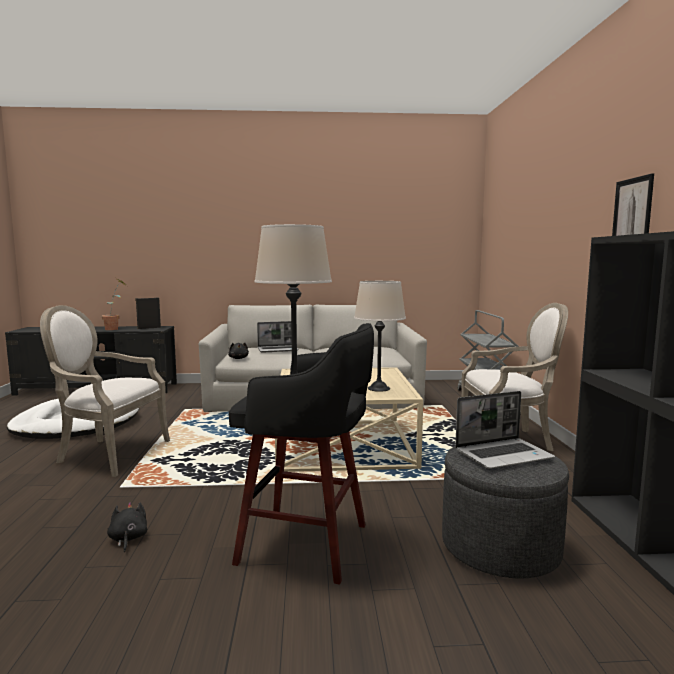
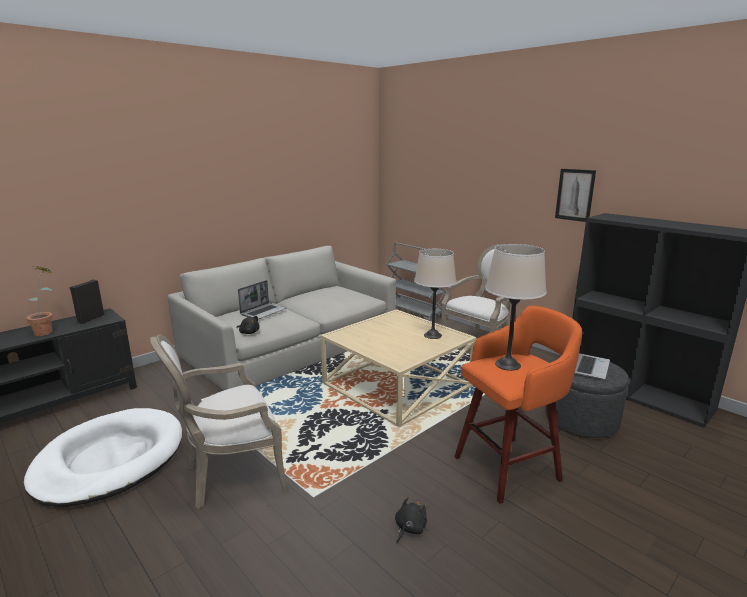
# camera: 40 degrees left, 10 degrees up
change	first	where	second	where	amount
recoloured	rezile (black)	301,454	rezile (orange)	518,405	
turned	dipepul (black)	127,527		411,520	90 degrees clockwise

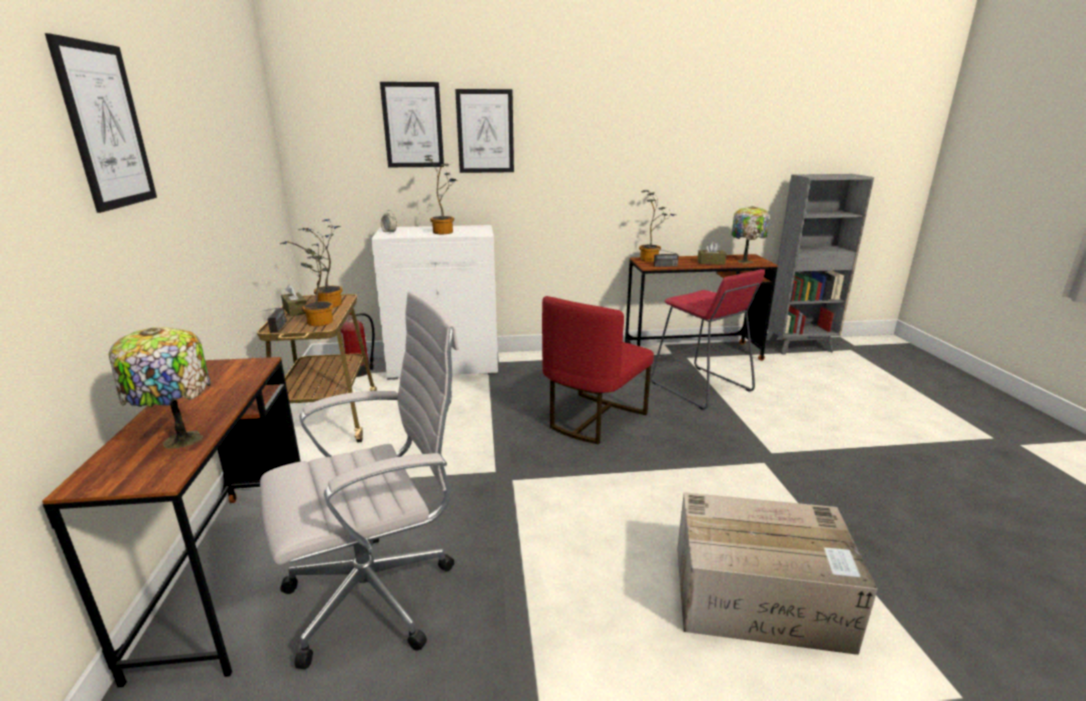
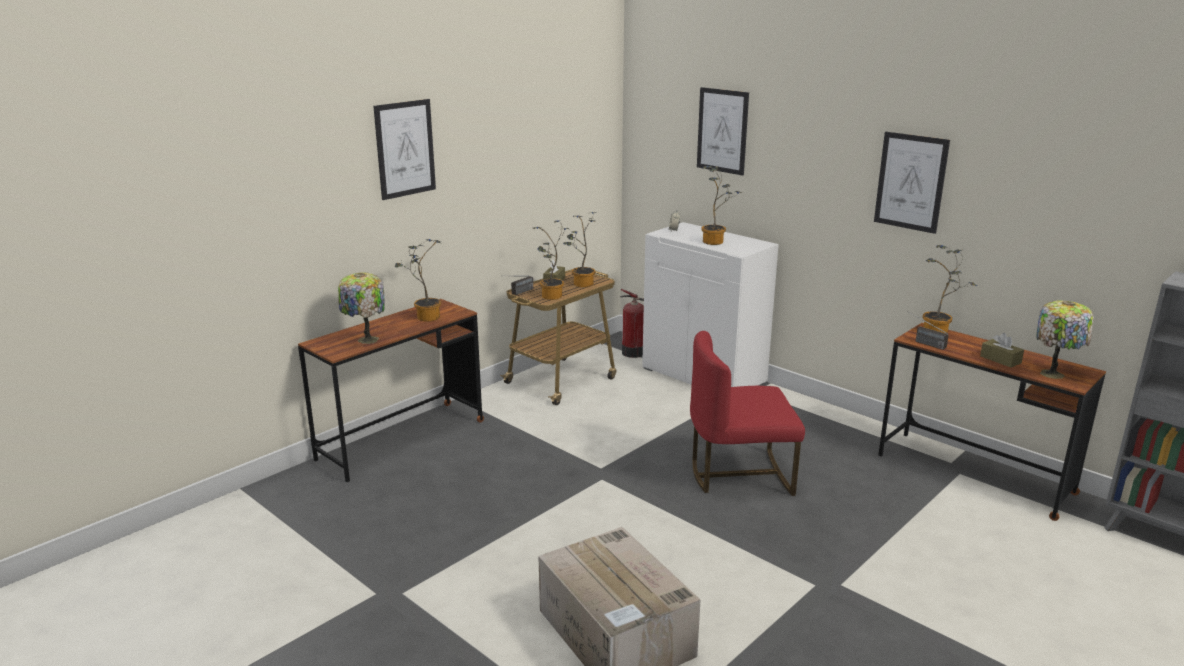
# camera: 50 degrees right, 0 degrees up
change	first	where	second	where	amount
removed	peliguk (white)	359,480			
removed	rezile (red)	708,339			
added			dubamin	417,280	
moved	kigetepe	484,131		912,183	

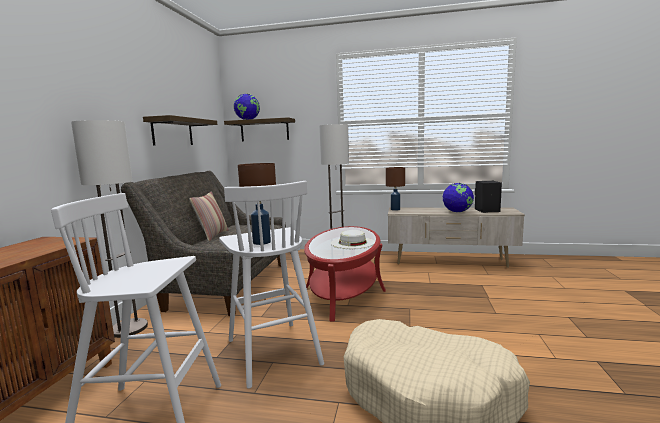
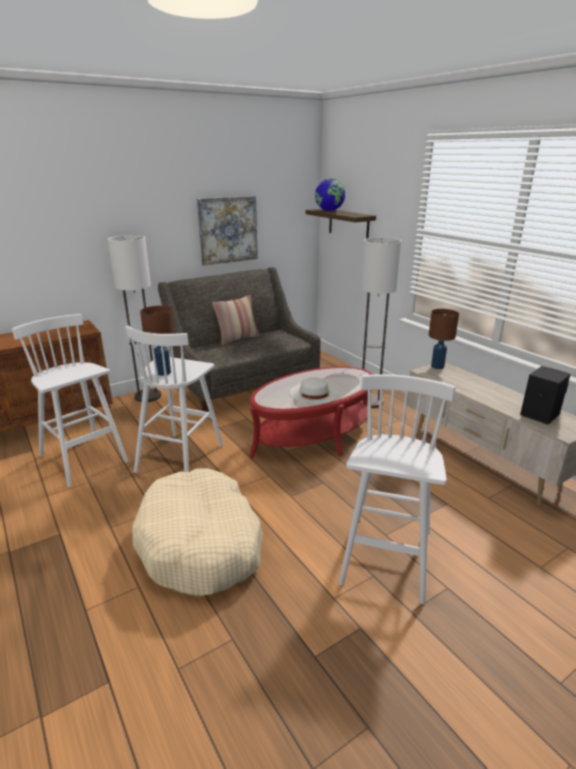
# camera: 45 degrees right, 15 degrees up
change	first	where	second	where	amount
removed	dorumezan	458,197			
added			rezile (white)	397,489	
replaced	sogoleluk	180,130	kigetepe	227,231	

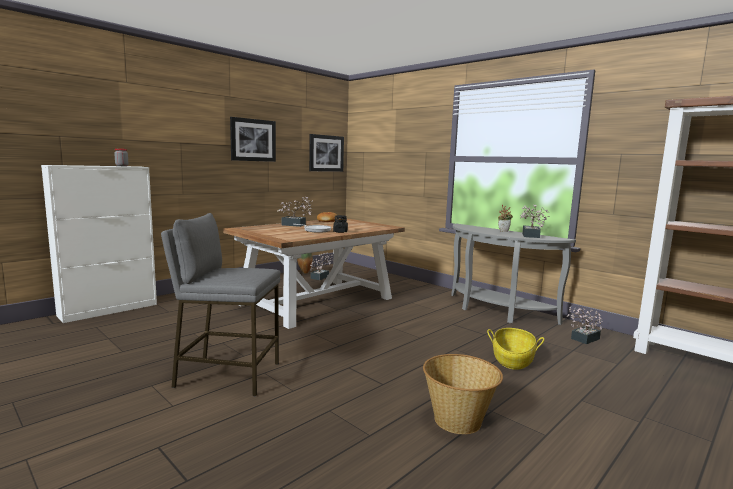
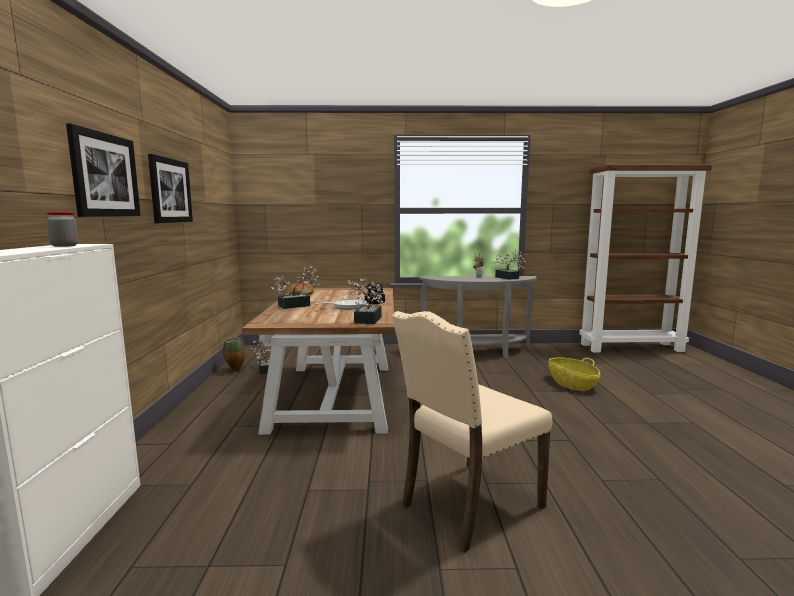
# camera: 45 degrees left, 0 degrees up
change	first	where	second	where	amount
removed	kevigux	463,394			
moved	kigetepe	326,153		103,170	
moved	dubamin	585,325		366,301	
replaced	rezile (grey)	221,304	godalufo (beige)	472,432	

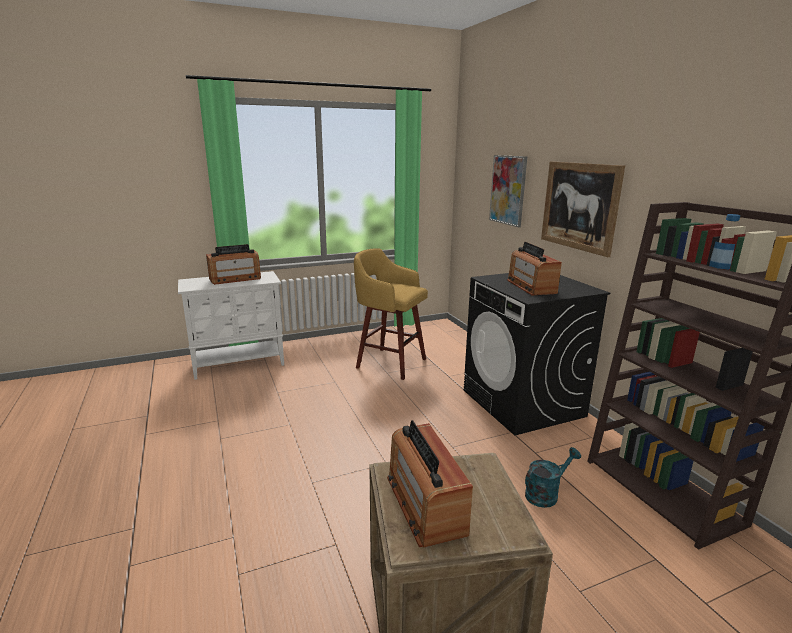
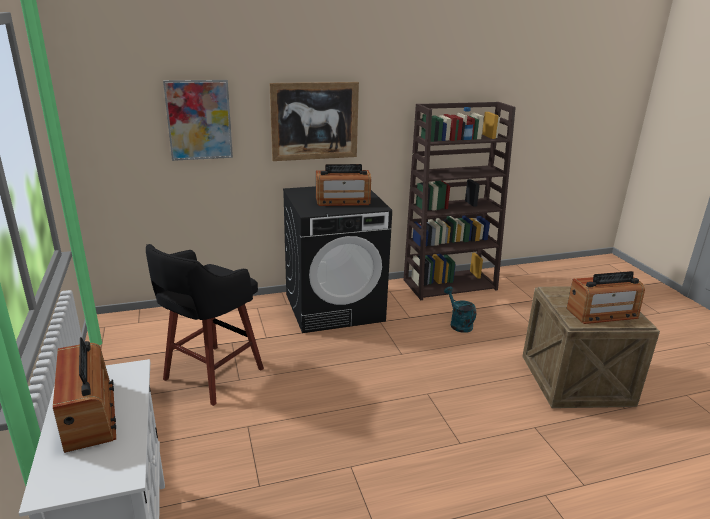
# camera: 85 degrees left, 5 degrees up
change	first	where	second	where	amount
recoloured	rezile (yellow)	391,314	rezile (black)	205,325	

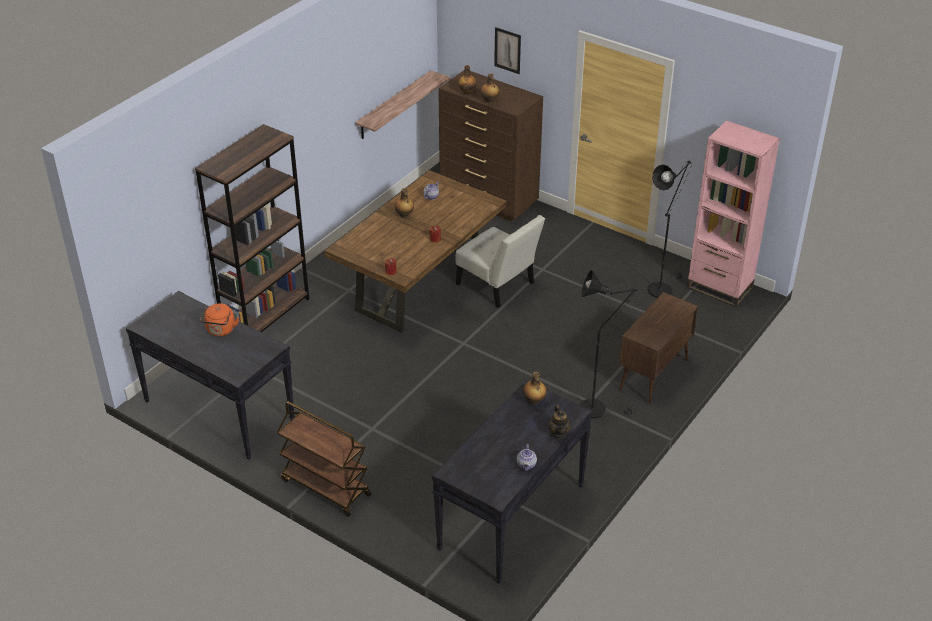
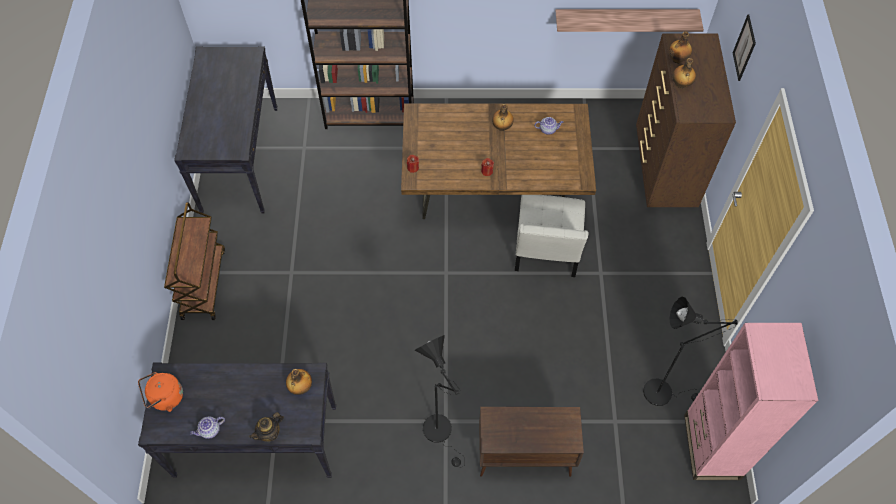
# camera: 55 degrees right, 20 degrees up
change	first	where	second	where	amount
moved	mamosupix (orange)	219,319		160,392	

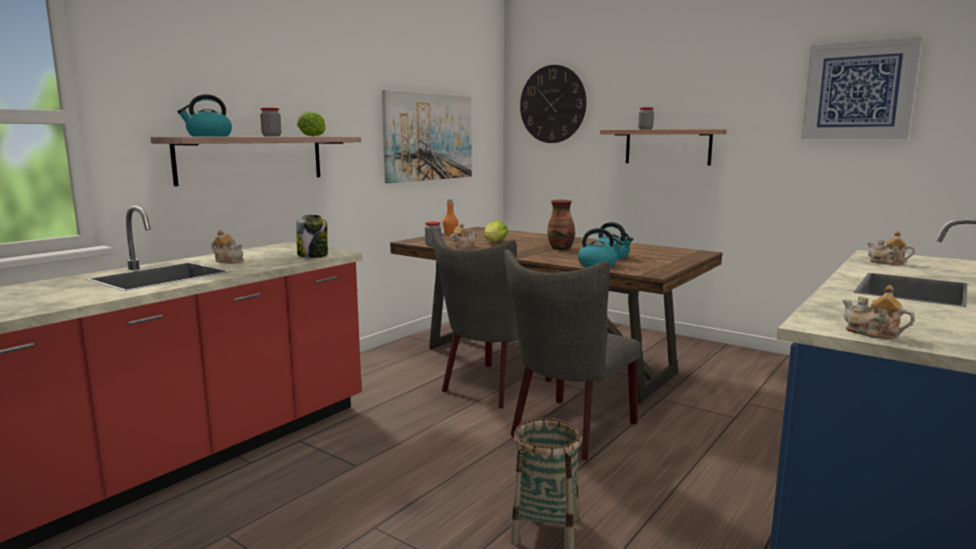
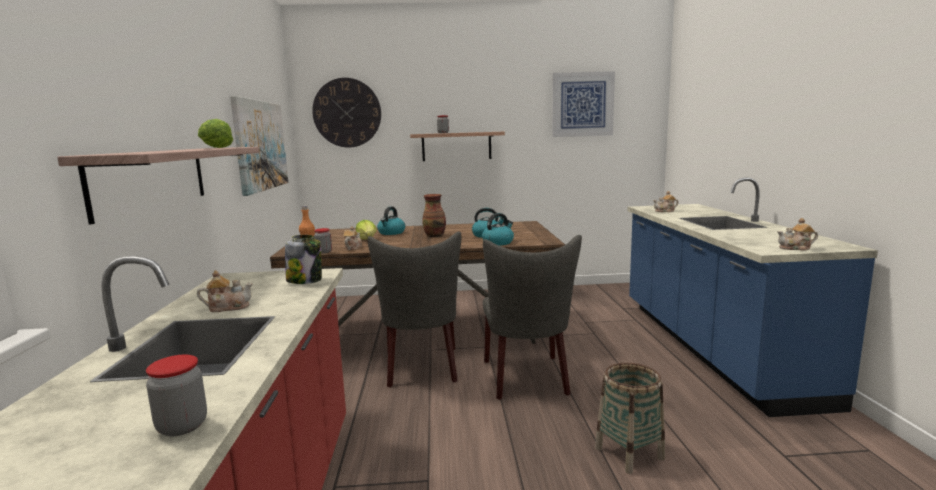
# camera: 40 degrees left, 0 degrees up
change	first	where	second	where	amount
moved	mamosupix	204,115		391,221	
moved	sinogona	270,122		176,395	

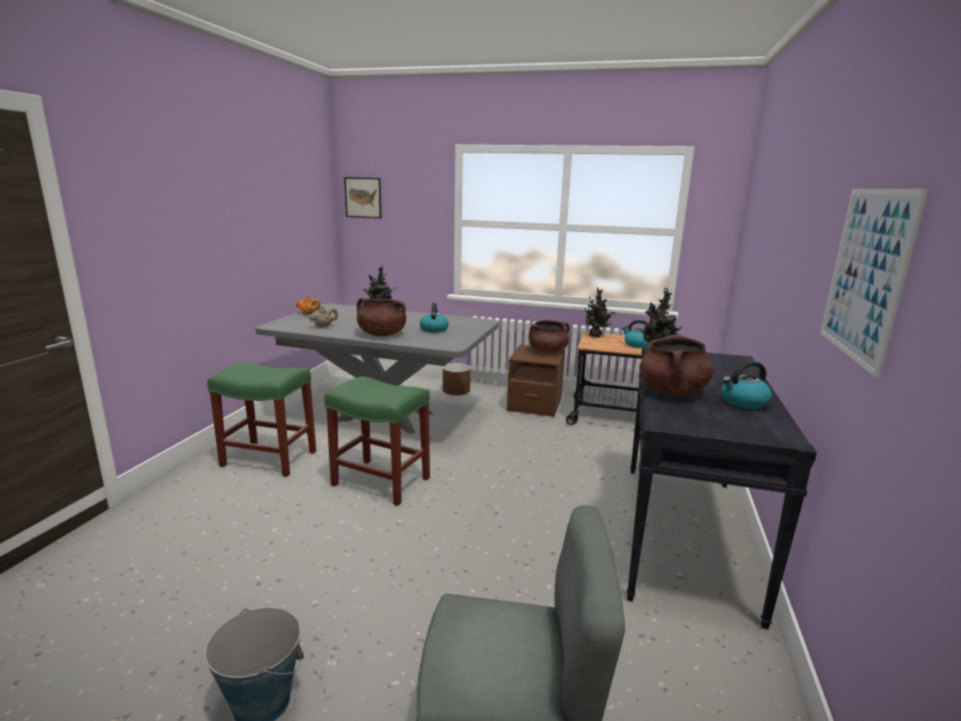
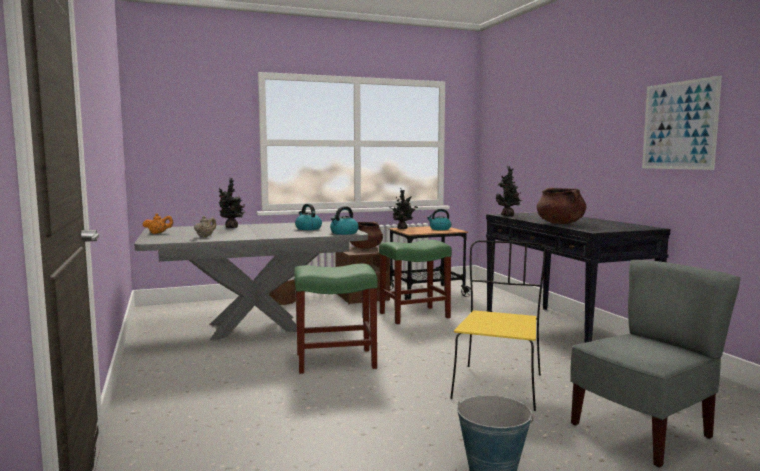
# camera: 35 degrees left, 10 degrees down
change	first	where	second	where	amount
removed	kigetepe	363,197			
removed	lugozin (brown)	381,317			
added			godalufo (yellow)	498,325	
moved	rezile (green)	261,419		415,282	
moved	mamosupix	747,385		344,220	

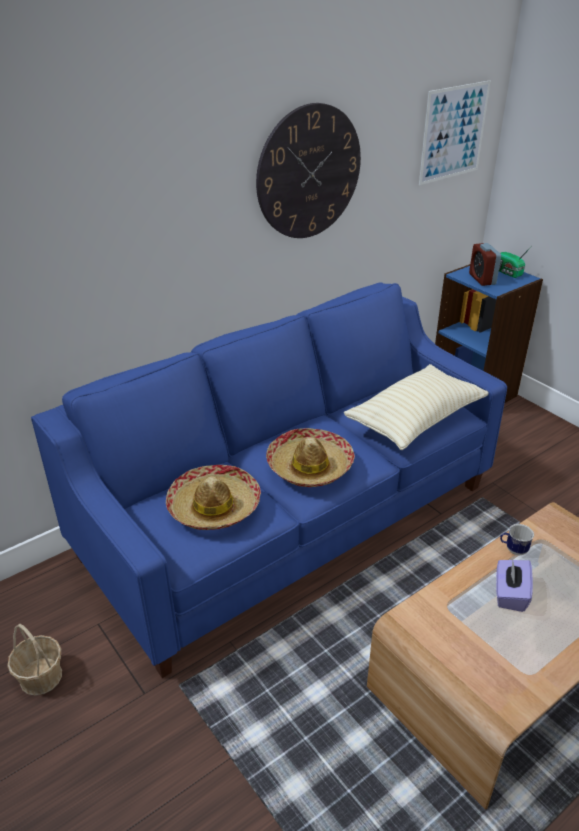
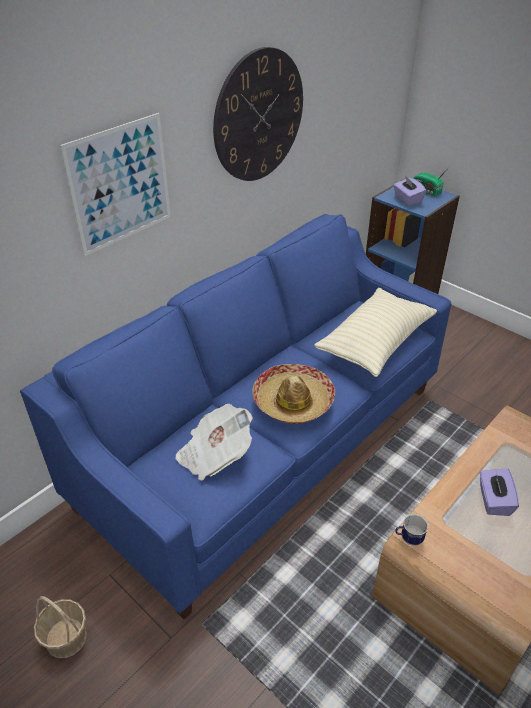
# camera: 10 degrees left, 5 degrees up
change	first	where	second	where	amount
moved	kigetepe	455,132		115,184	
moved	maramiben	517,539		412,530	
replaced	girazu	213,497	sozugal	214,442	
replaced	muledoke	485,264	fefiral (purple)	409,191	

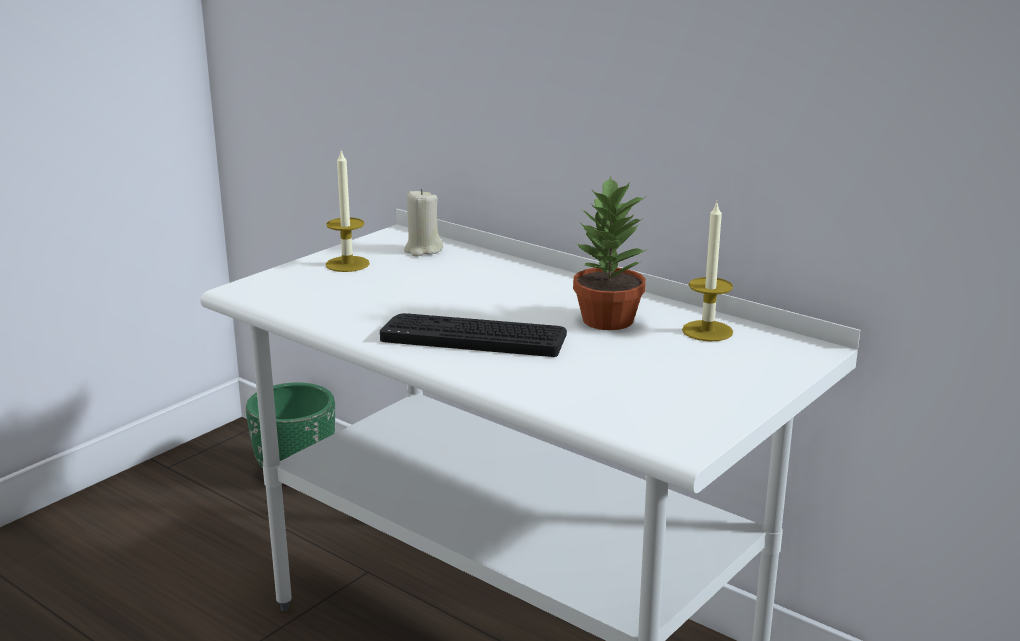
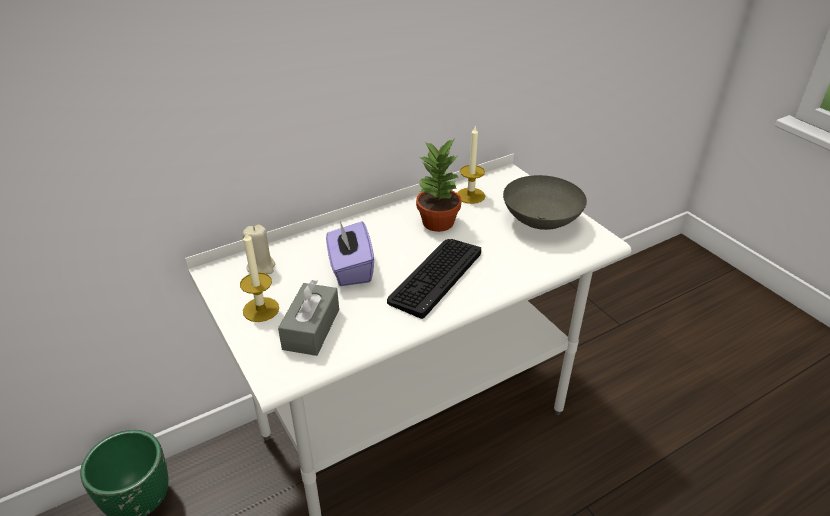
# camera: 70 degrees left, 15 degrees up
change	first	where	second	where	amount
added			fefiral (grey)	308,318	
added			fefiral (purple)	350,253	
added			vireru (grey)	545,202	

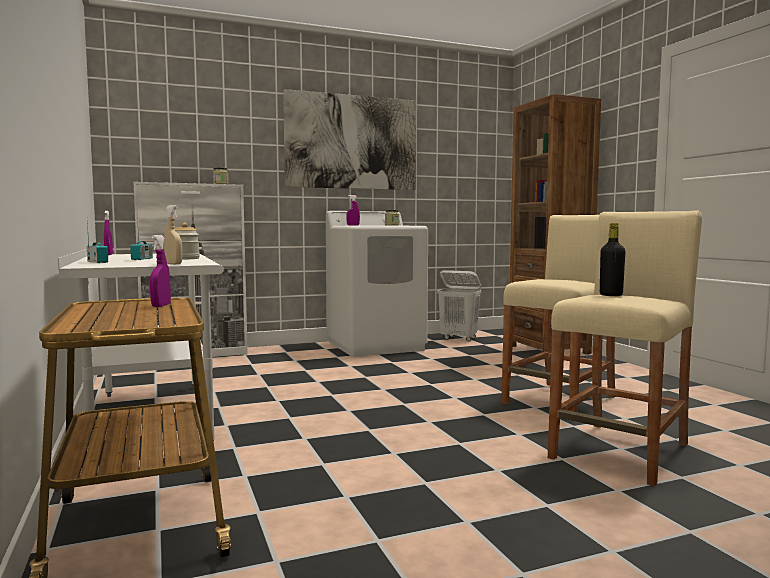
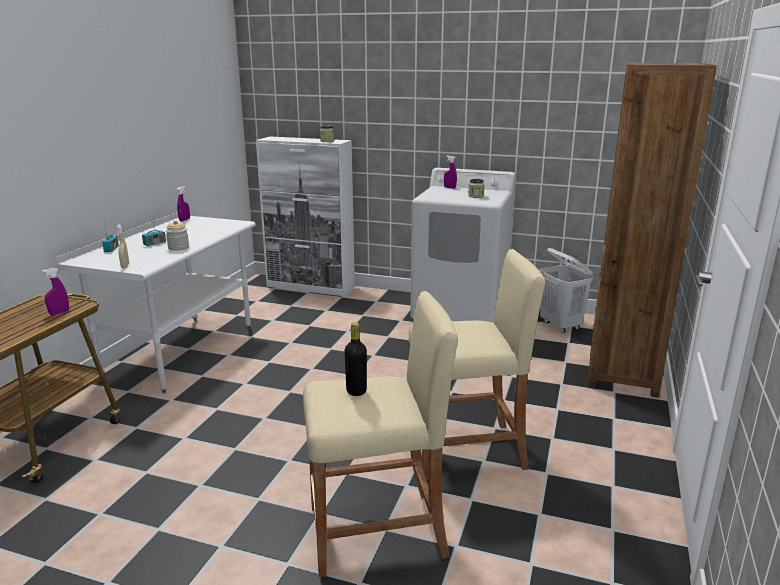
# camera: 40 degrees right, 15 degrees up
change	first	where	second	where	amount
removed	kigetepe	349,139			

